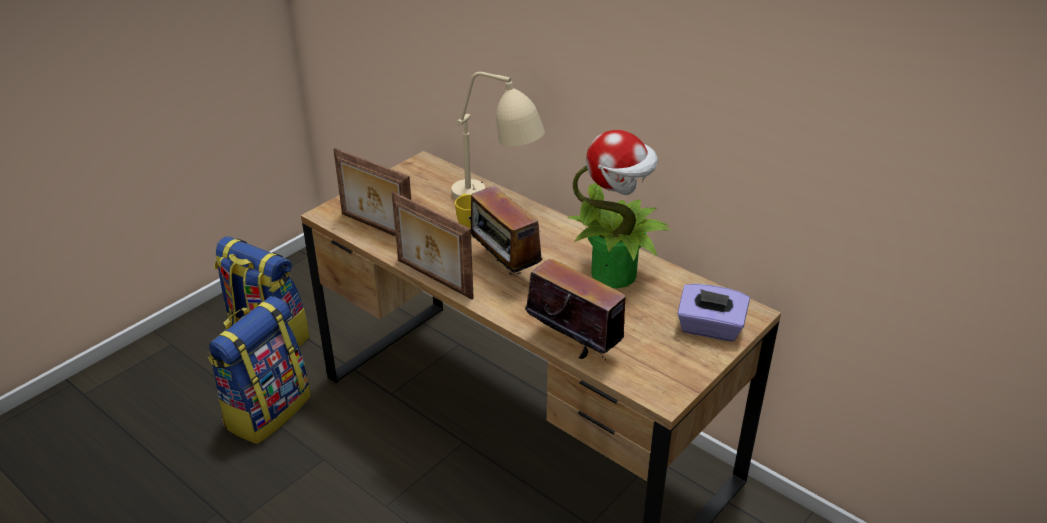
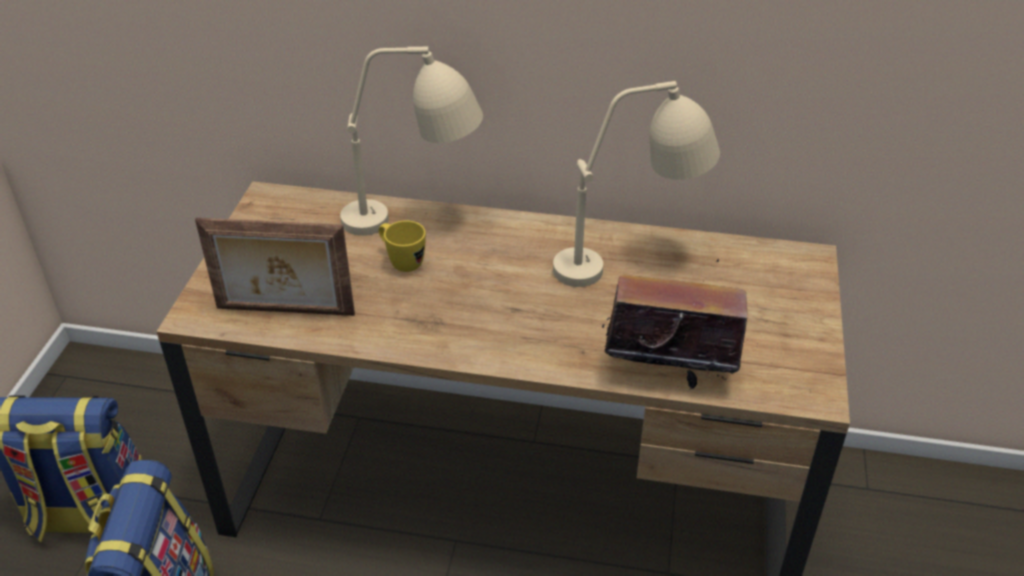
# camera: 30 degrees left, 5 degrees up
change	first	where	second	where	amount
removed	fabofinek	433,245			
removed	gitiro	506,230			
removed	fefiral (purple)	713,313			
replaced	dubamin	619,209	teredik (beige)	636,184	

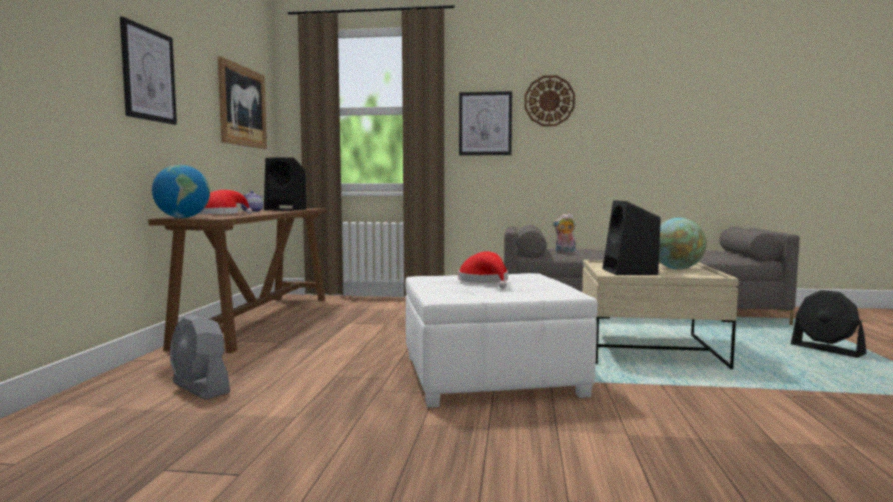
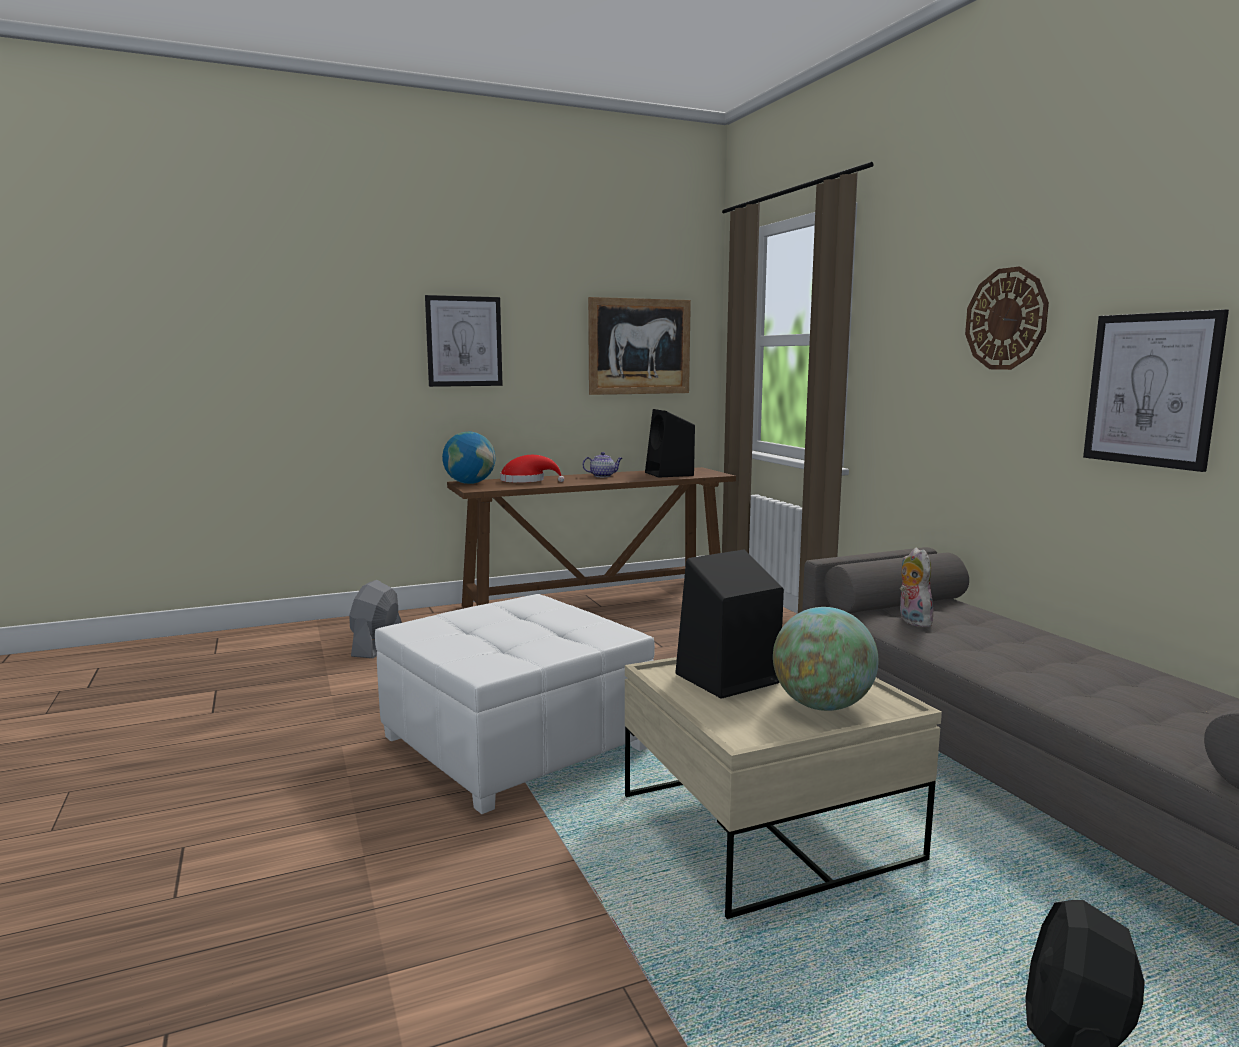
# camera: 60 degrees right, 5 degrees up
change	first	where	second	where	amount
removed	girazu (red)	483,270			
moved	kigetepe	485,123		1156,390	

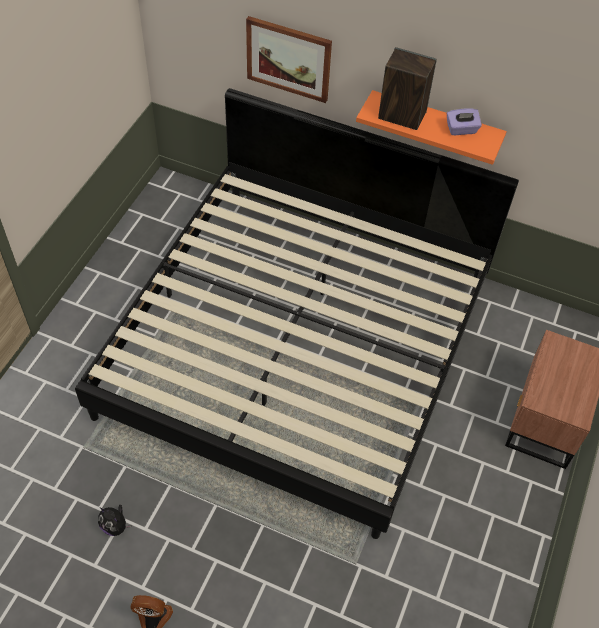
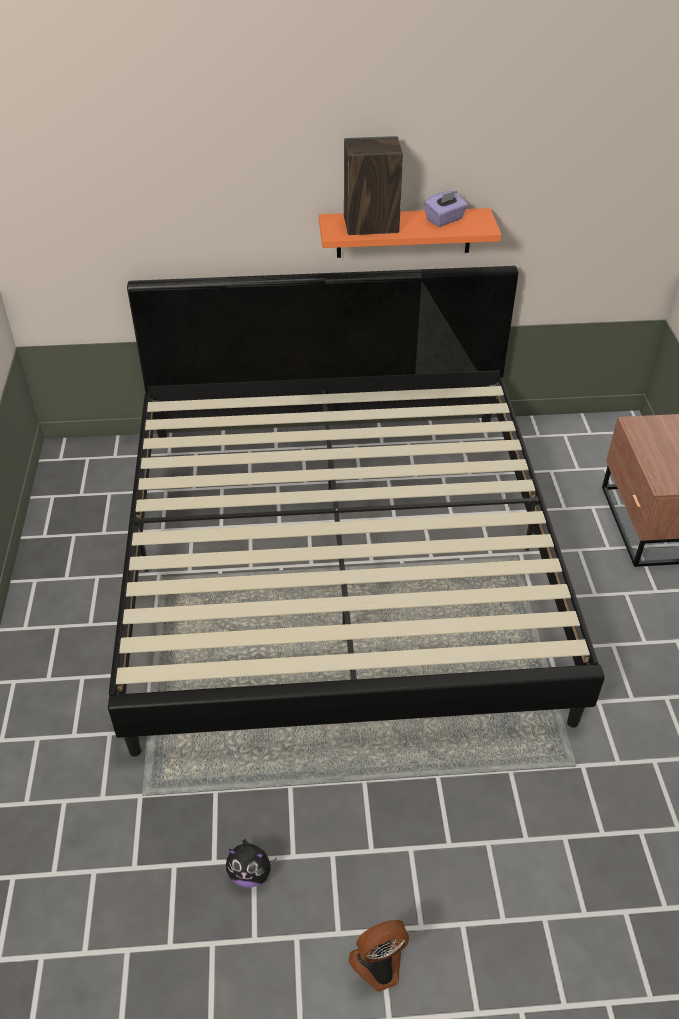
# camera: 25 degrees left, 10 degrees down
change	first	where	second	where	amount
removed	kigetepe	289,59			

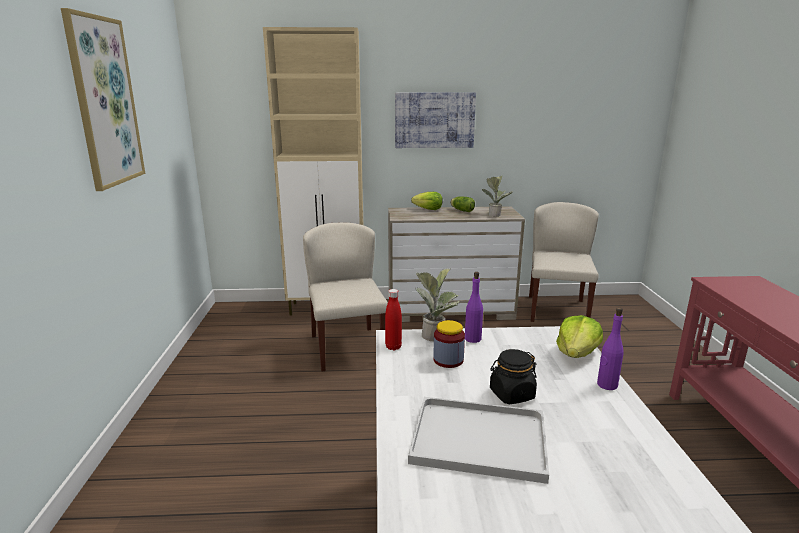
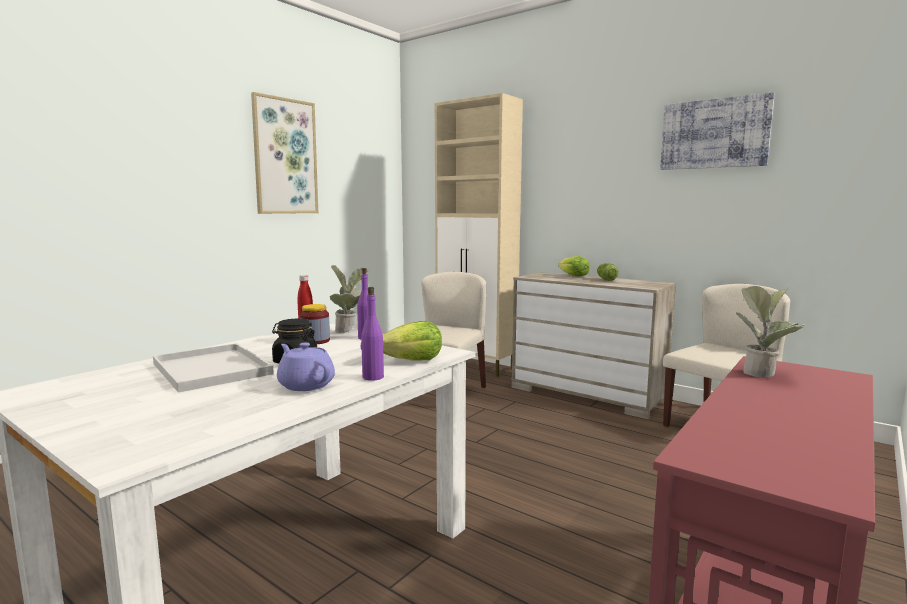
# camera: 40 degrees right, 10 degrees down
change	first	where	second	where	amount
added			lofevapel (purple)	306,366	
moved	kigetepe	435,120		717,131	
moved	dubamin	497,196		770,332	

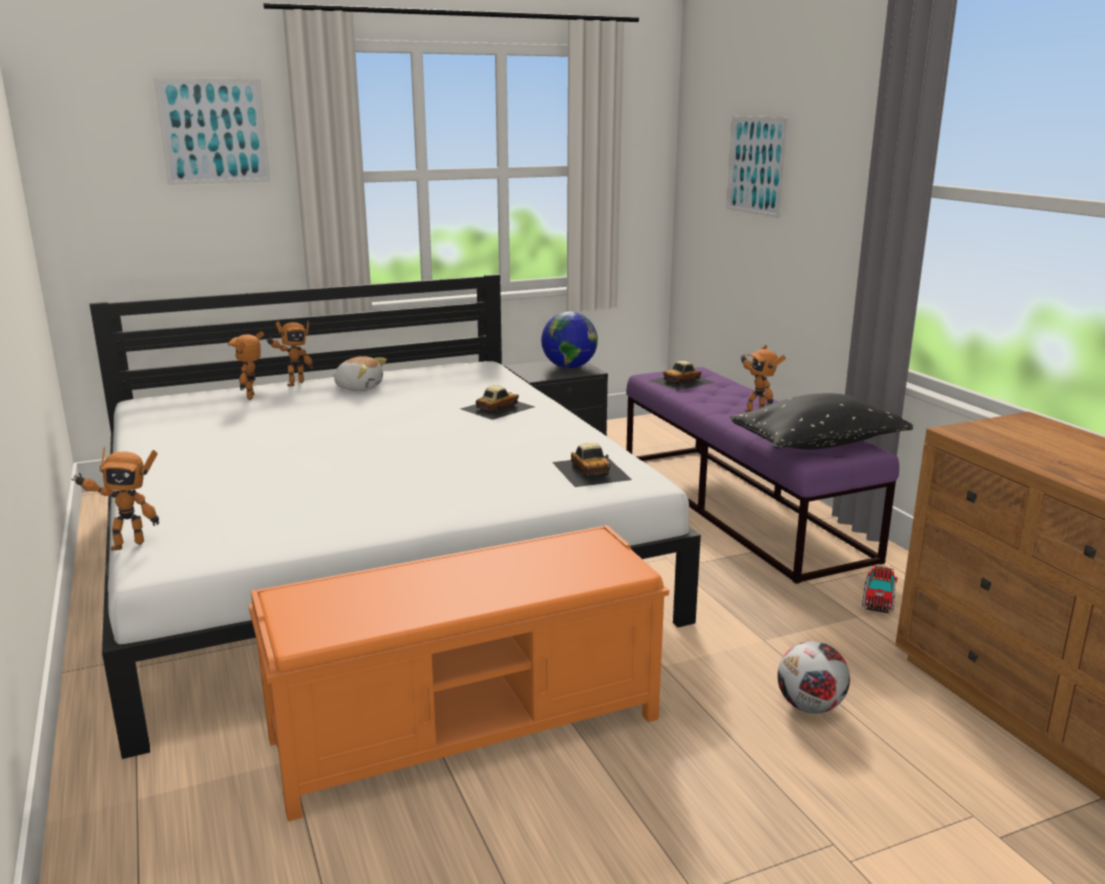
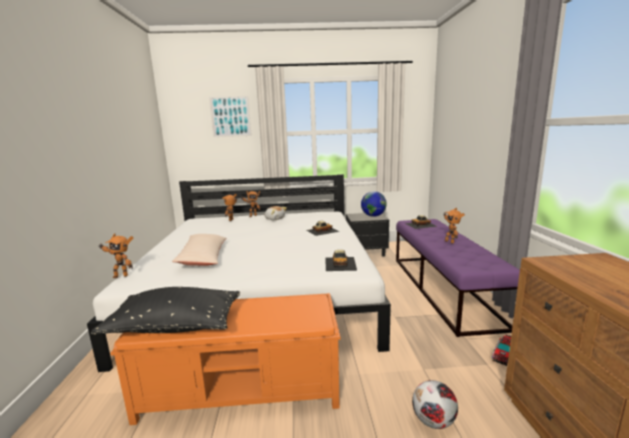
# camera: 20 degrees right, 5 degrees down
change	first	where	second	where	amount
removed	kigetepe	757,167			
added			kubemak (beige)	199,250	
moved	kubemak (black)	821,421		165,311	

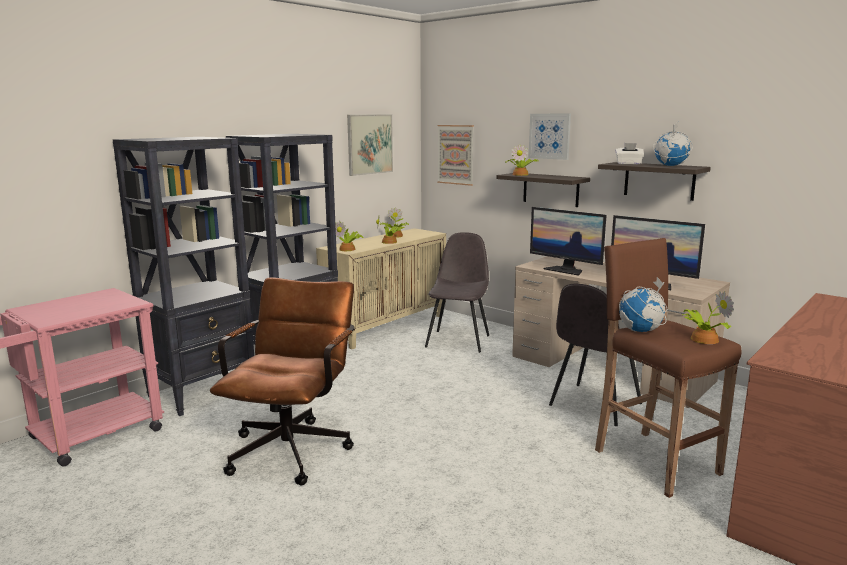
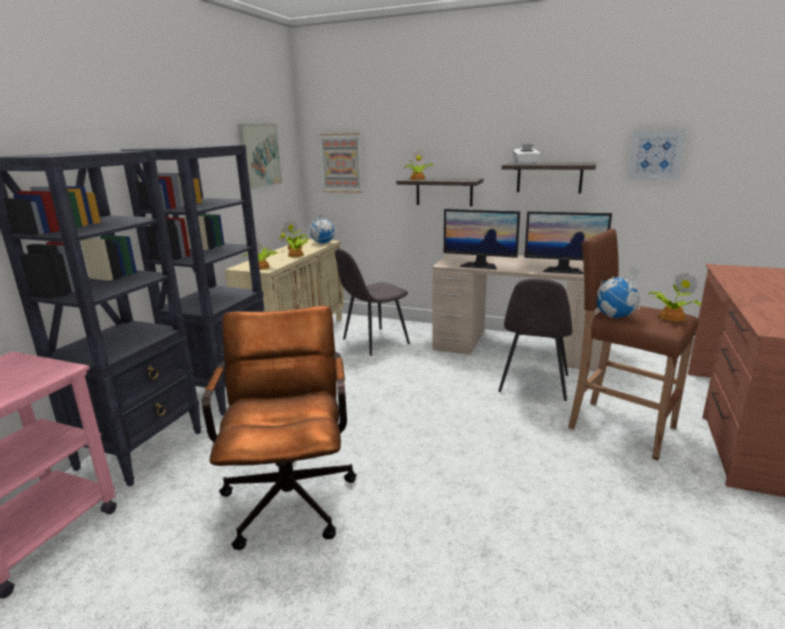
# camera: 20 degrees left, 5 degrees up
change	first	where	second	where	amount
moved	kigetepe	550,137		657,154	
moved	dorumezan	673,144		322,228	
turned	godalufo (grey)	457,292		372,302	120 degrees counterclockwise

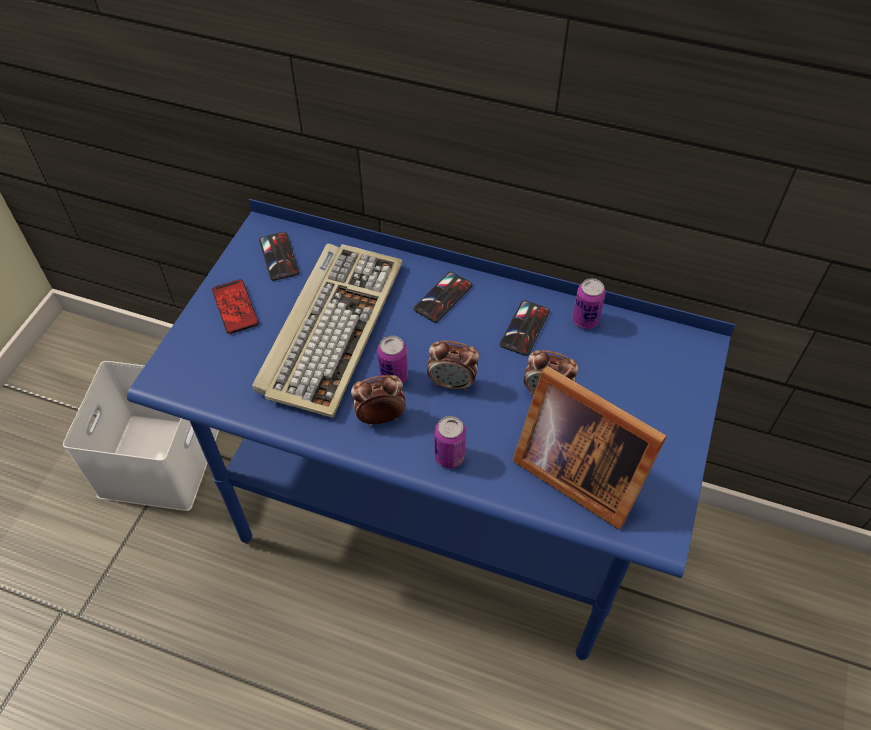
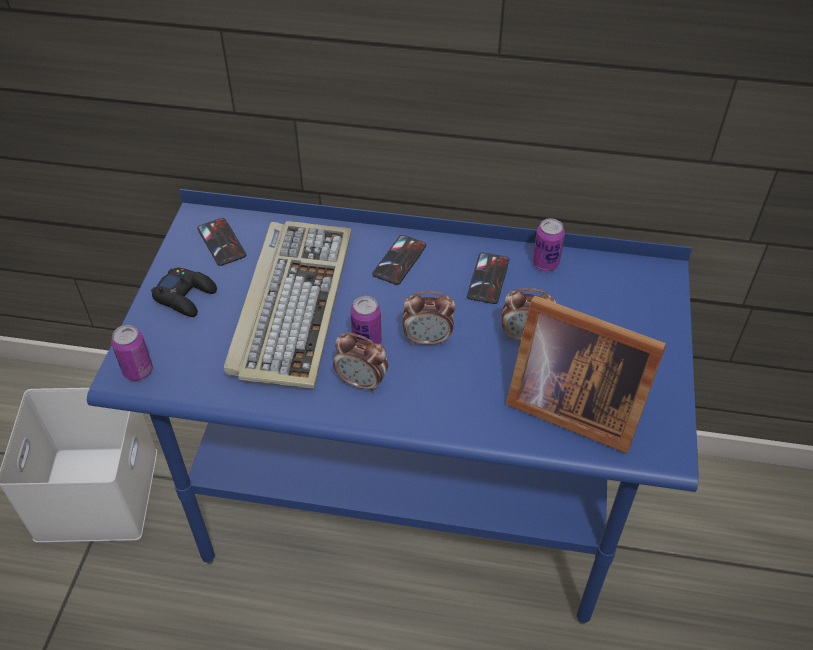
# camera: 10 degrees left, 5 degrees down
change	first	where	second	where	amount
moved	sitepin	450,442		132,353	
replaced	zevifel	235,306	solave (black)	184,292	
turned	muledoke	378,400		360,363	135 degrees counterclockwise

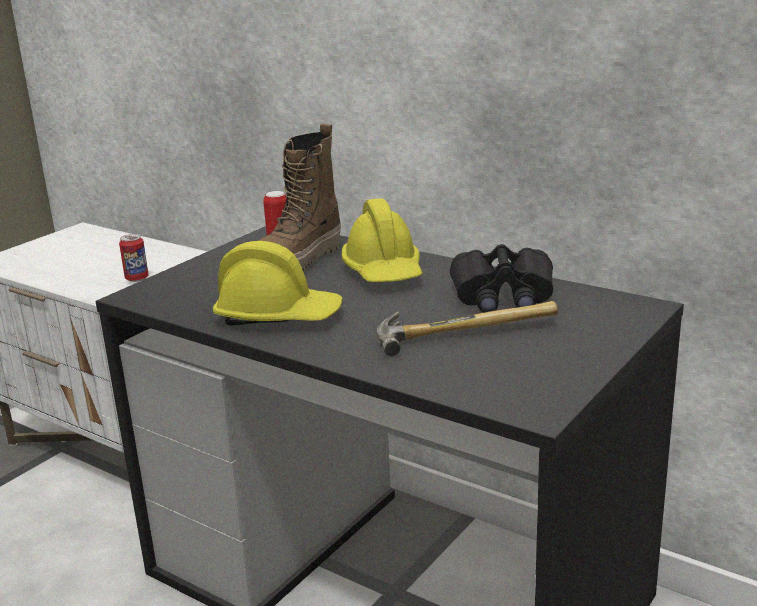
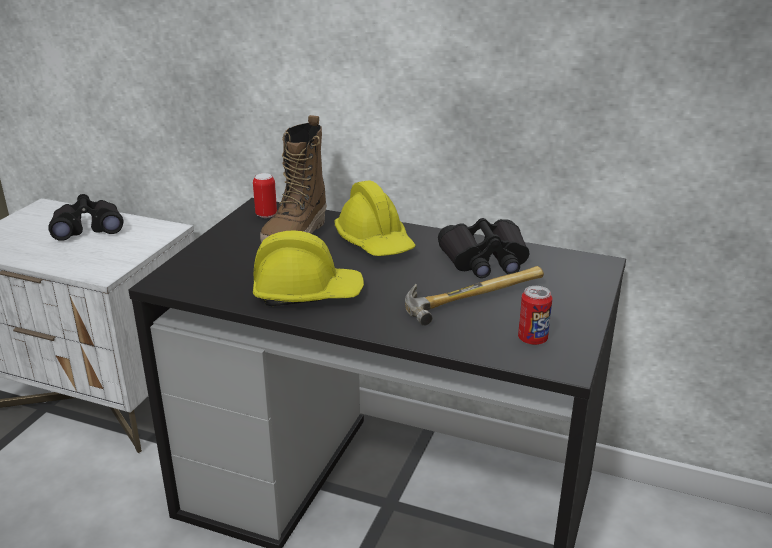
# camera: 15 degrees left, 5 degrees up
change	first	where	second	where	amount
added			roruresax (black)	86,217	
moved	sitepin	134,258		535,315	

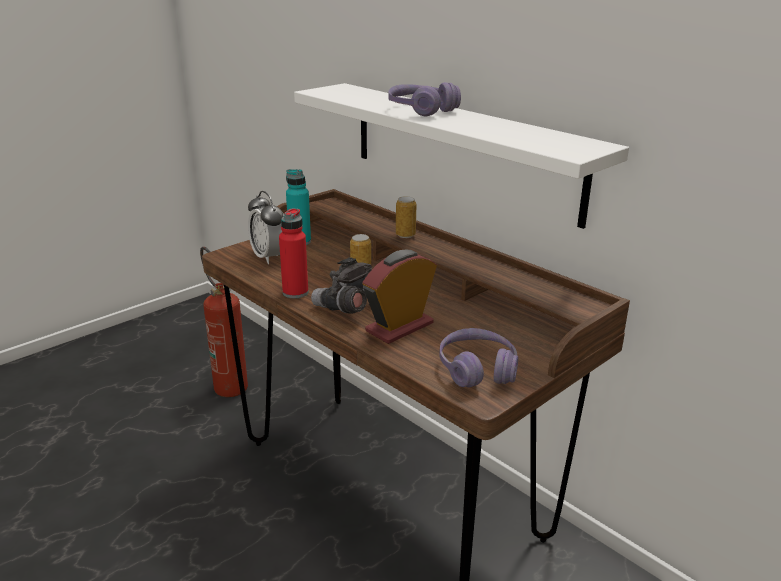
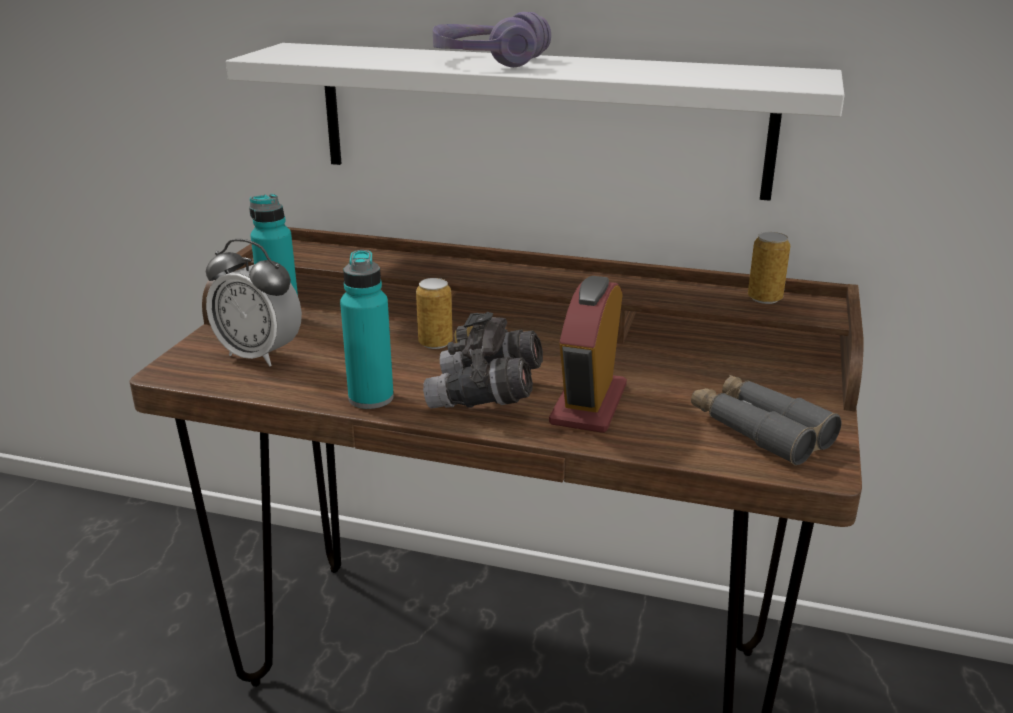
# camera: 30 degrees left, 0 degrees up
change	first	where	second	where	amount
removed	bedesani	224,322			
moved	sitepin	406,217		769,268	
replaced	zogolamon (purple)	478,357	roruresax (grey)	766,419	
recoloured	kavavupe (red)	293,253	kavavupe (turquoise)	367,329	

